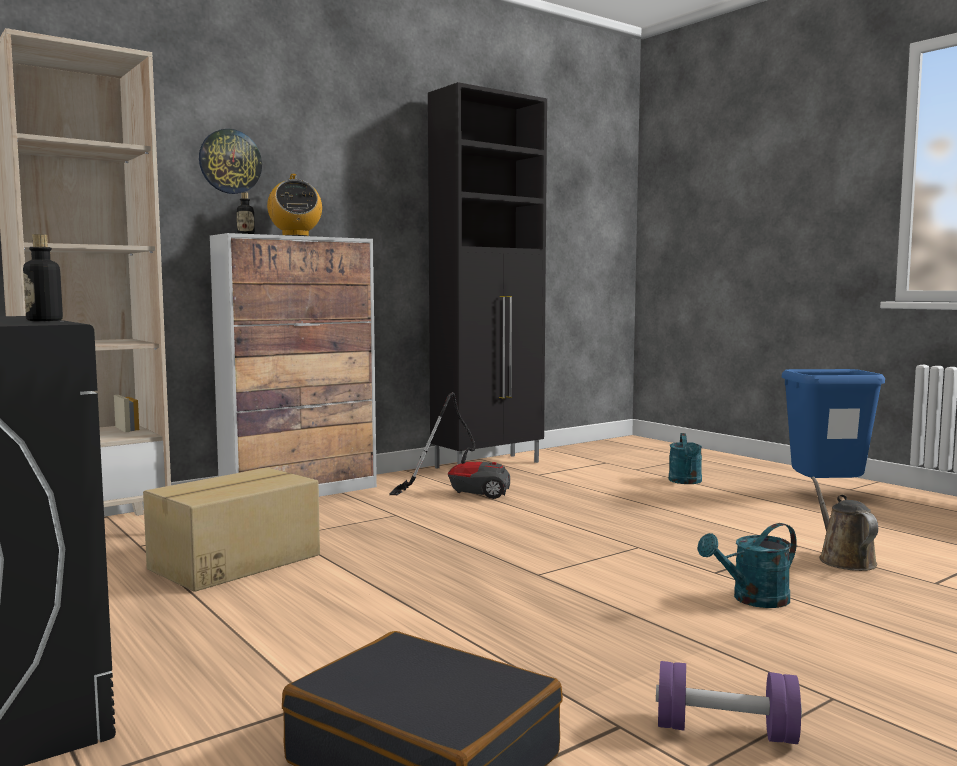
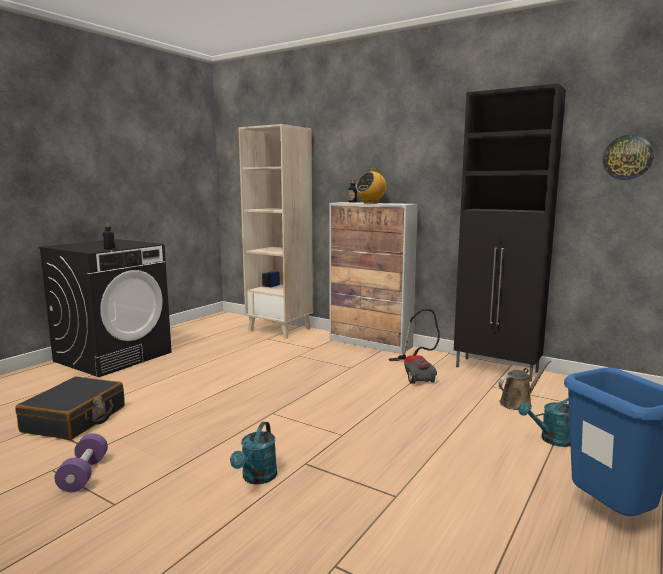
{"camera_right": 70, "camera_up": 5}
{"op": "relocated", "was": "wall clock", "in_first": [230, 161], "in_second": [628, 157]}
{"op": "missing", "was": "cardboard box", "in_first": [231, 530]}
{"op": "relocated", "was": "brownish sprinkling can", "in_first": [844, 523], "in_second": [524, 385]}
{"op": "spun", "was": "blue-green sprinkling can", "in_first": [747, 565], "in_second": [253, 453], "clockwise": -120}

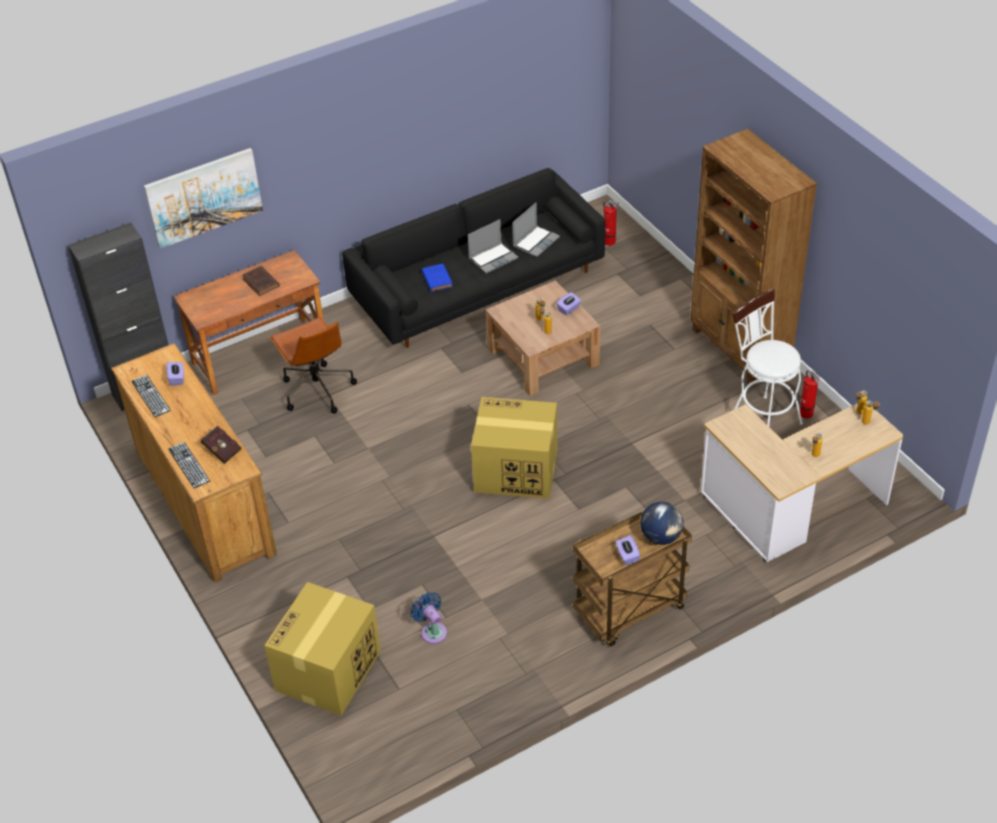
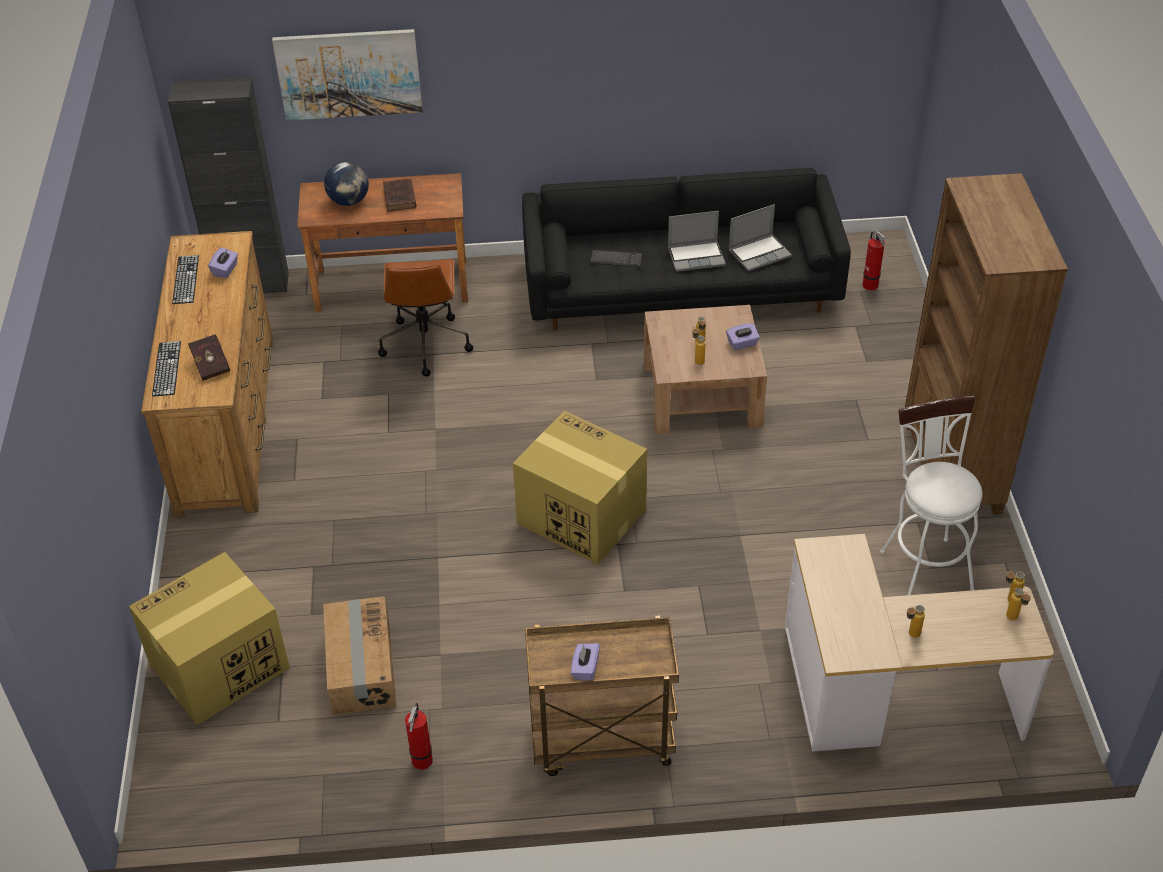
{"camera_right": 25, "camera_up": 0}
{"op": "exchanged", "was": "bluish book", "now": "PC keyboard", "in_first": [437, 278], "in_second": [616, 258]}
{"op": "relocated", "was": "fire extinguisher", "in_first": [809, 394], "in_second": [419, 736]}
{"op": "relocated", "was": "globe", "in_first": [662, 523], "in_second": [346, 183]}
{"op": "exchanged", "was": "bluish fan", "now": "cardboard box", "in_first": [428, 618], "in_second": [359, 655]}

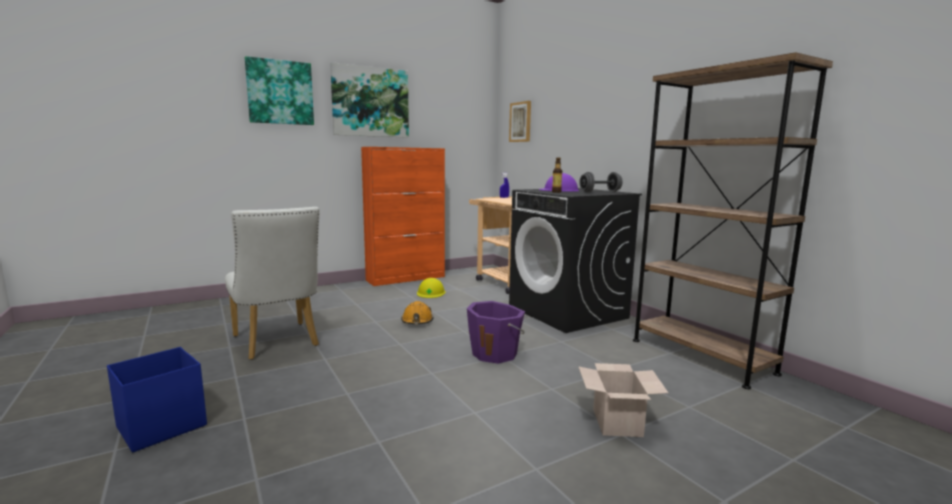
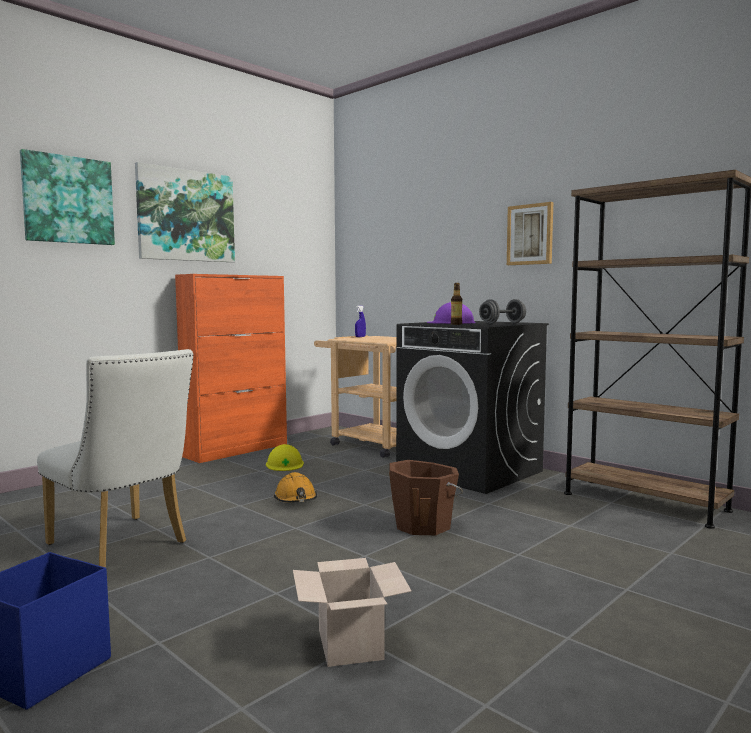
{"camera_right": -15, "camera_up": -5}
{"op": "relocated", "was": "wall picture", "in_first": [520, 121], "in_second": [530, 233]}
{"op": "colour", "was": "purple-coloured water bucket", "now": "brownish water bucket", "in_first": [496, 332], "in_second": [426, 497]}
{"op": "relocated", "was": "cardboard box", "in_first": [623, 400], "in_second": [352, 612]}

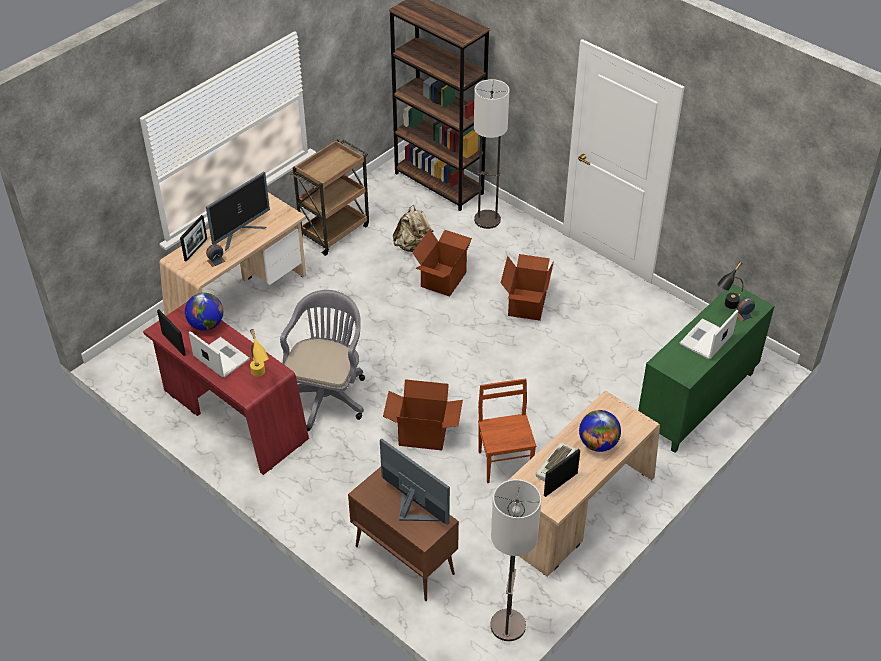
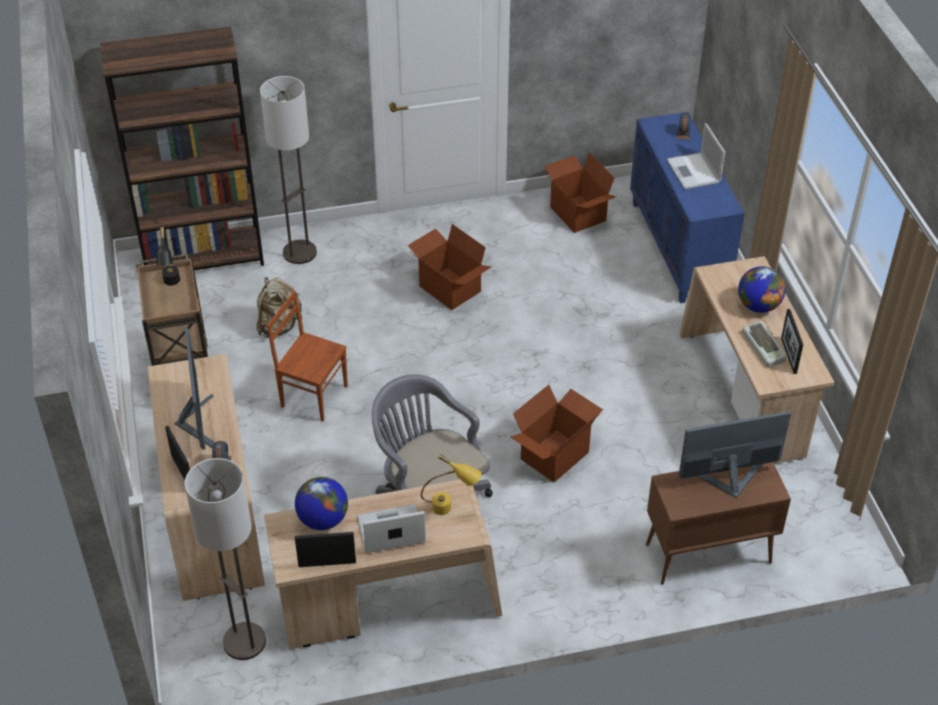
{"camera_right": -55, "camera_up": 0}
{"op": "relocated", "was": "cardboard box", "in_first": [442, 263], "in_second": [580, 193]}
{"op": "relocated", "was": "black-coloured lamp for a table", "in_first": [730, 285], "in_second": [168, 256]}
{"op": "colour", "was": "green-coloured cabinet", "now": "bluish cabinet", "in_first": [706, 368], "in_second": [687, 207]}
{"op": "colour", "was": "red-coloured desk", "now": "beige-coloured desk", "in_first": [226, 388], "in_second": [383, 564]}
{"op": "relocated", "was": "brownish chair", "in_first": [507, 430], "in_second": [307, 356]}
{"op": "relocated", "was": "floor lamp", "in_first": [515, 560], "in_second": [225, 559]}

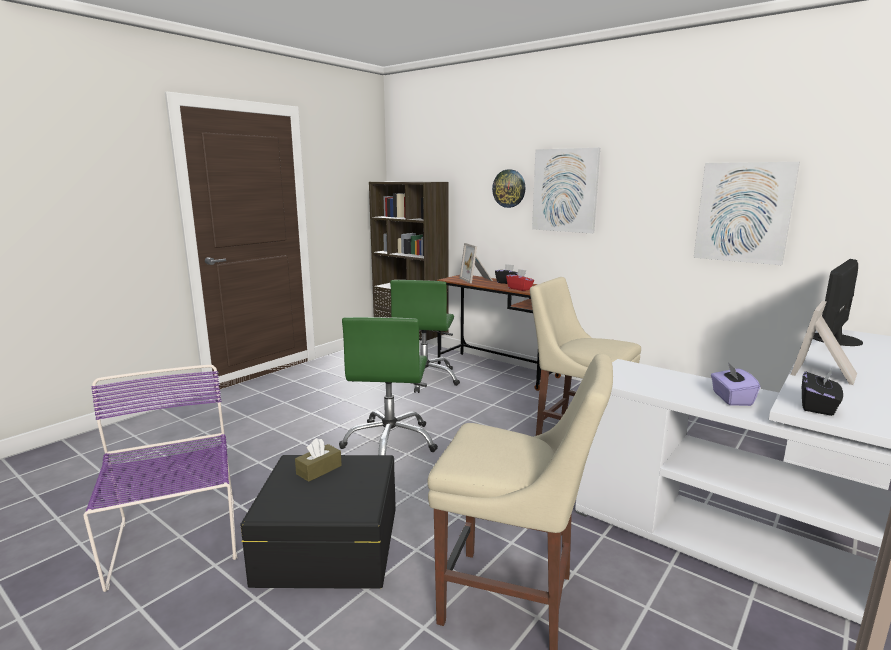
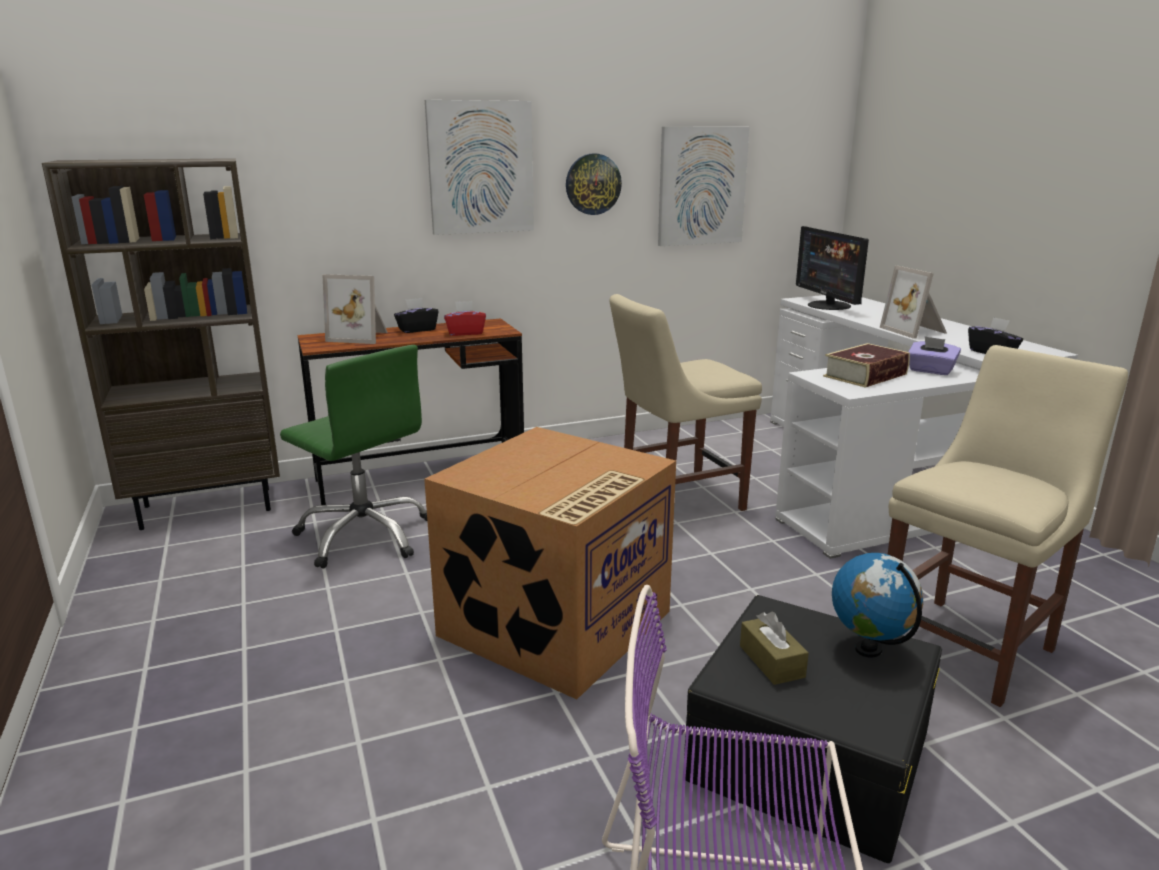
{"camera_right": -60, "camera_up": 5}
{"op": "relocated", "was": "wall clock", "in_first": [508, 188], "in_second": [594, 184]}
{"op": "exchanged", "was": "green-coloured computer chair", "now": "cardboard box", "in_first": [388, 386], "in_second": [550, 563]}
{"op": "appeared", "now": "book", "in_second": [866, 365]}
{"op": "appeared", "now": "globe", "in_second": [877, 605]}

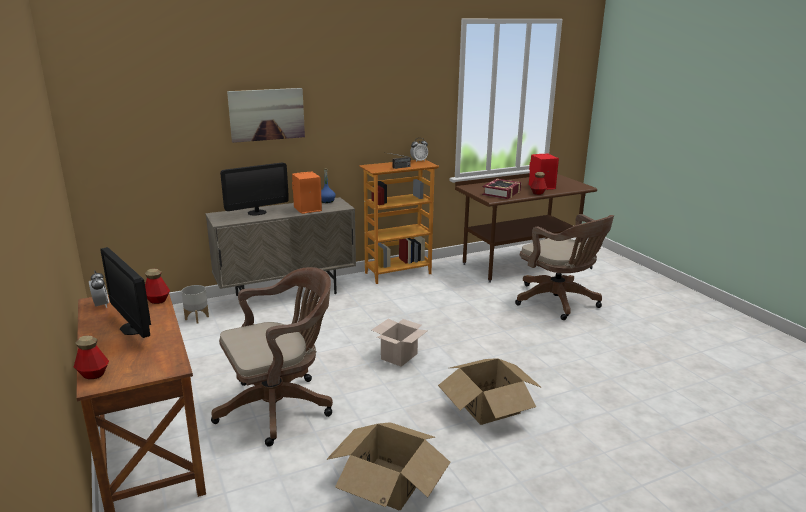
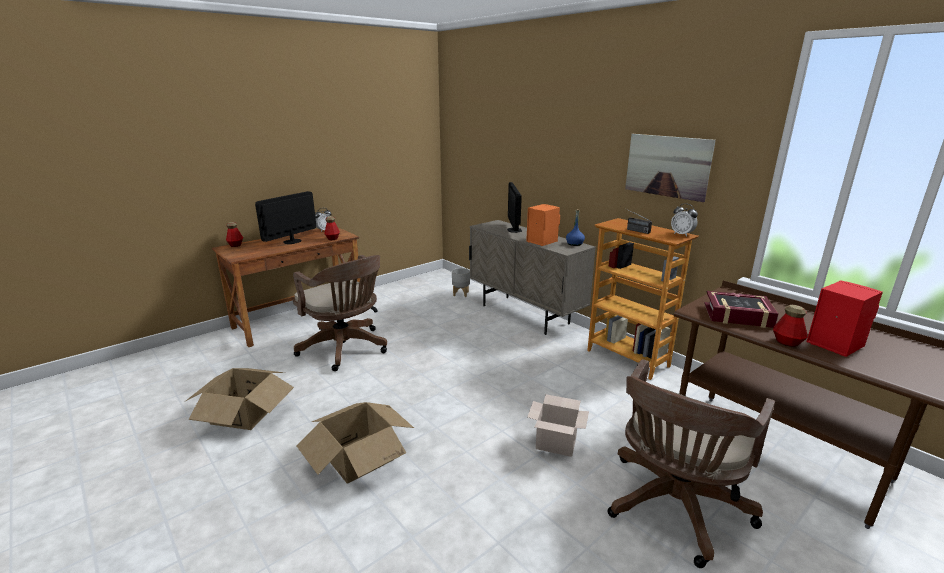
{"camera_right": 75, "camera_up": 0}
{"op": "relocated", "was": "wall picture", "in_first": [266, 115], "in_second": [670, 168]}
{"op": "spun", "was": "computer display", "in_first": [254, 189], "in_second": [514, 207], "clockwise": 45}
{"op": "relocated", "was": "cardboard box", "in_first": [399, 343], "in_second": [558, 425]}

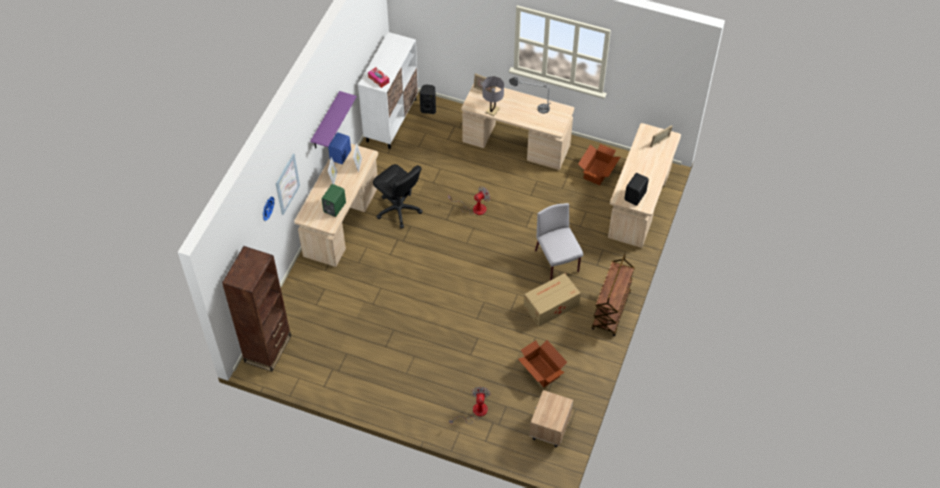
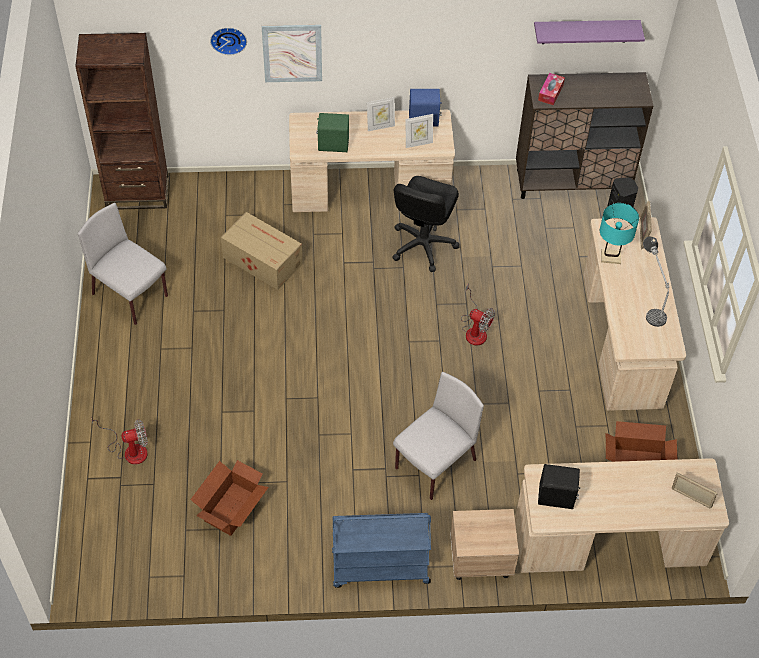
{"camera_right": 65, "camera_up": 0}
{"op": "colour", "was": "whitish cabinet", "now": "brownish cabinet", "in_first": [388, 90], "in_second": [584, 135]}
{"op": "colour", "was": "gray lamp for a table", "now": "blue-green lamp for a table", "in_first": [493, 96], "in_second": [619, 233]}
{"op": "relocated", "was": "purple-coloured wall shelf", "in_first": [333, 119], "in_second": [589, 32]}
{"op": "colour", "was": "brownish wheeled cart", "now": "bluish wheeled cart", "in_first": [613, 295], "in_second": [381, 550]}
{"op": "relocated", "was": "cardboard box", "in_first": [552, 300], "in_second": [262, 251]}
{"op": "relocated", "was": "beige-coloured bedside table", "in_first": [551, 418], "in_second": [484, 544]}
{"op": "appeared", "now": "gray chair", "in_second": [123, 264]}

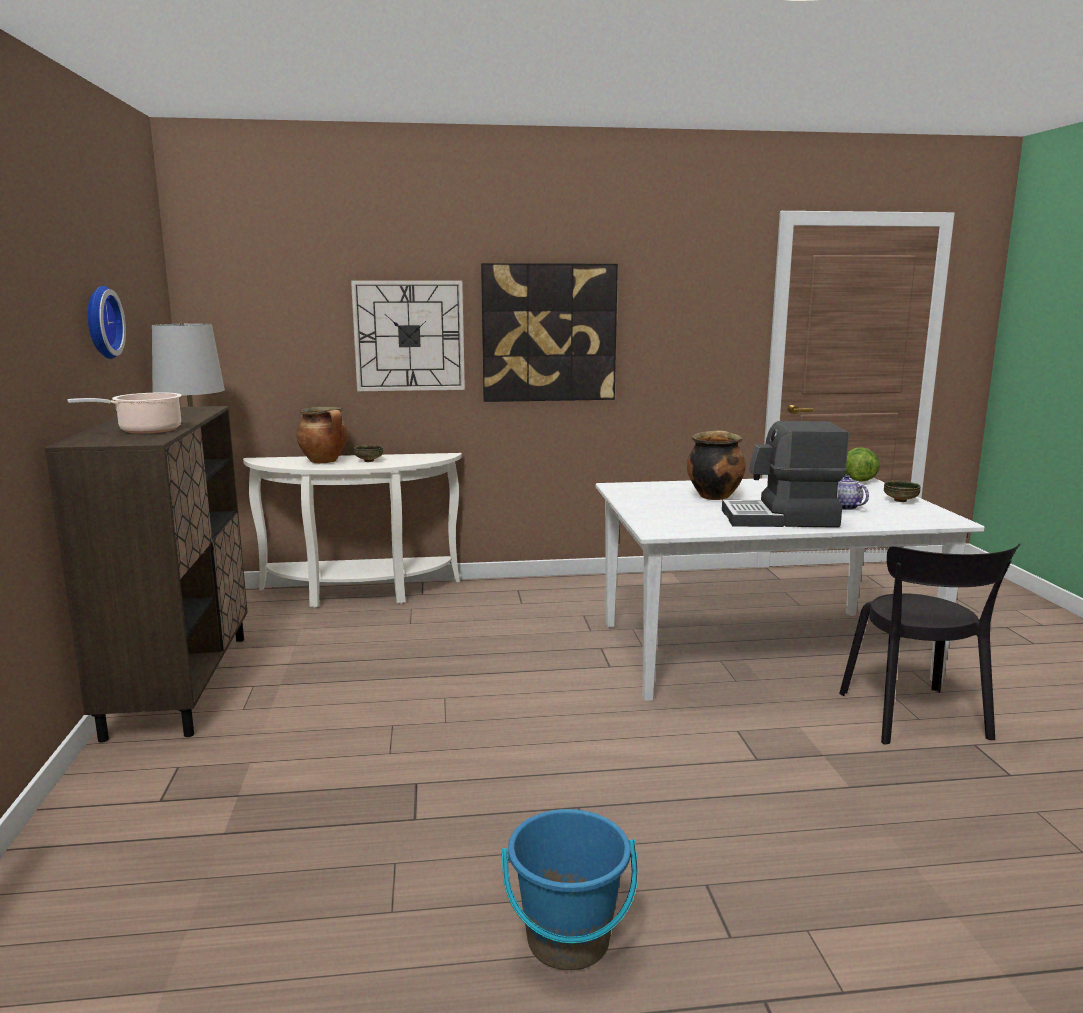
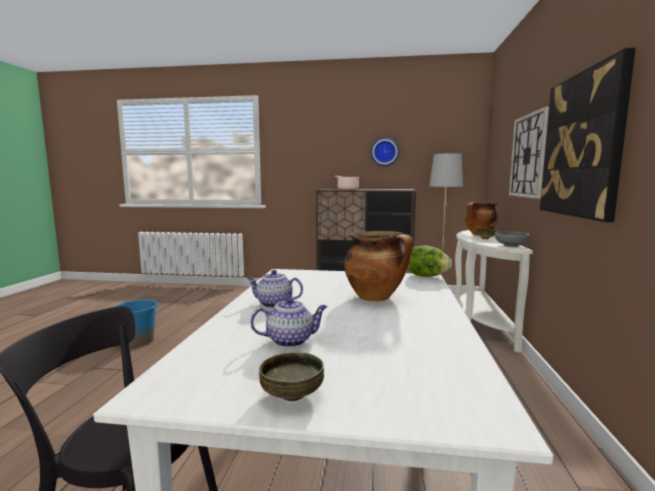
{"camera_right": 105, "camera_up": -5}
{"op": "exchanged", "was": "coffee machine", "now": "tea pot", "in_first": [785, 474], "in_second": [275, 289]}
{"op": "relocated", "was": "head of lettuce", "in_first": [863, 464], "in_second": [430, 261]}
{"op": "appeared", "now": "gray deep dish", "in_second": [512, 239]}

